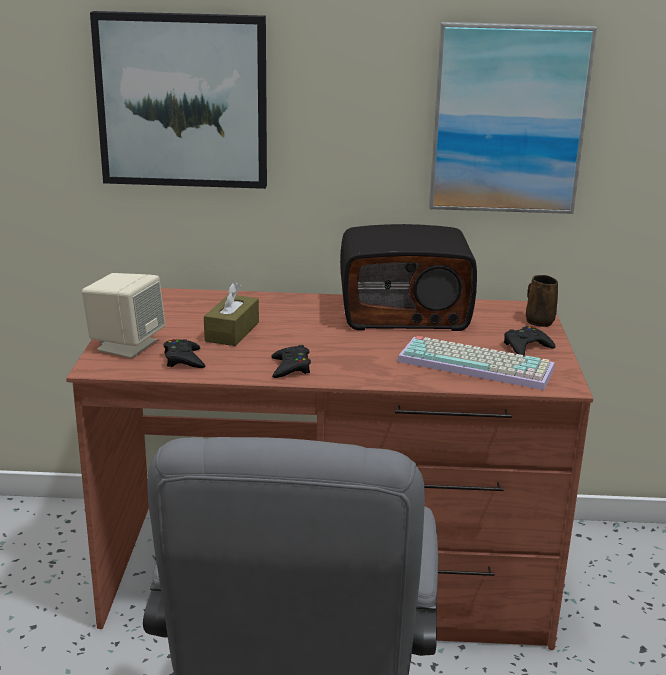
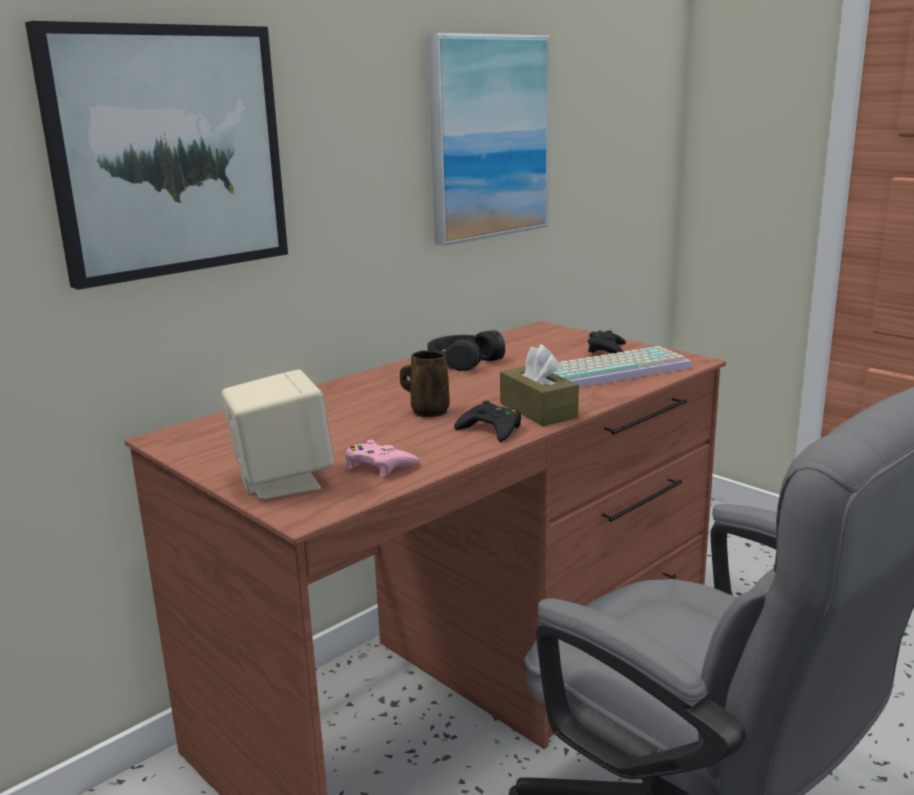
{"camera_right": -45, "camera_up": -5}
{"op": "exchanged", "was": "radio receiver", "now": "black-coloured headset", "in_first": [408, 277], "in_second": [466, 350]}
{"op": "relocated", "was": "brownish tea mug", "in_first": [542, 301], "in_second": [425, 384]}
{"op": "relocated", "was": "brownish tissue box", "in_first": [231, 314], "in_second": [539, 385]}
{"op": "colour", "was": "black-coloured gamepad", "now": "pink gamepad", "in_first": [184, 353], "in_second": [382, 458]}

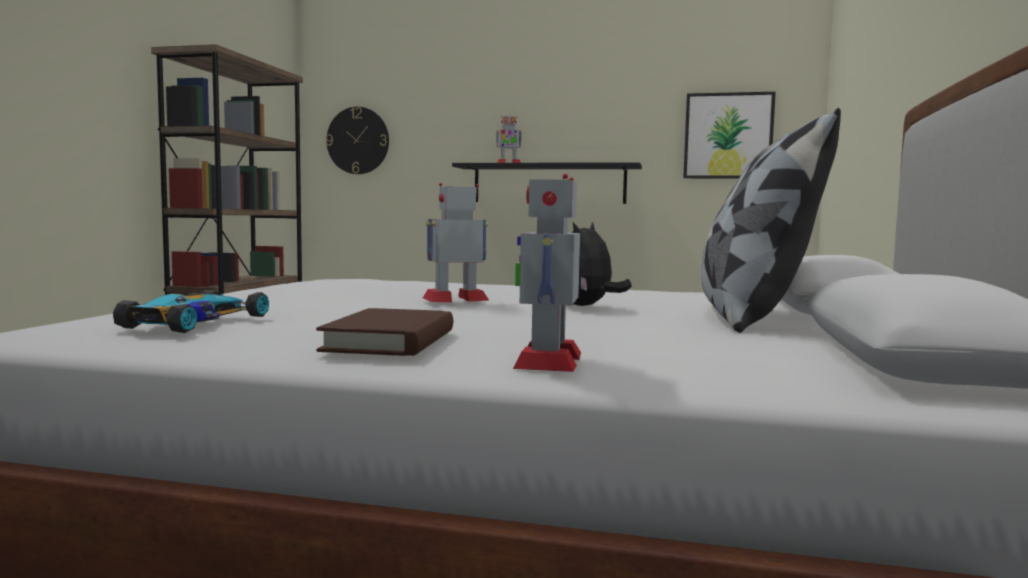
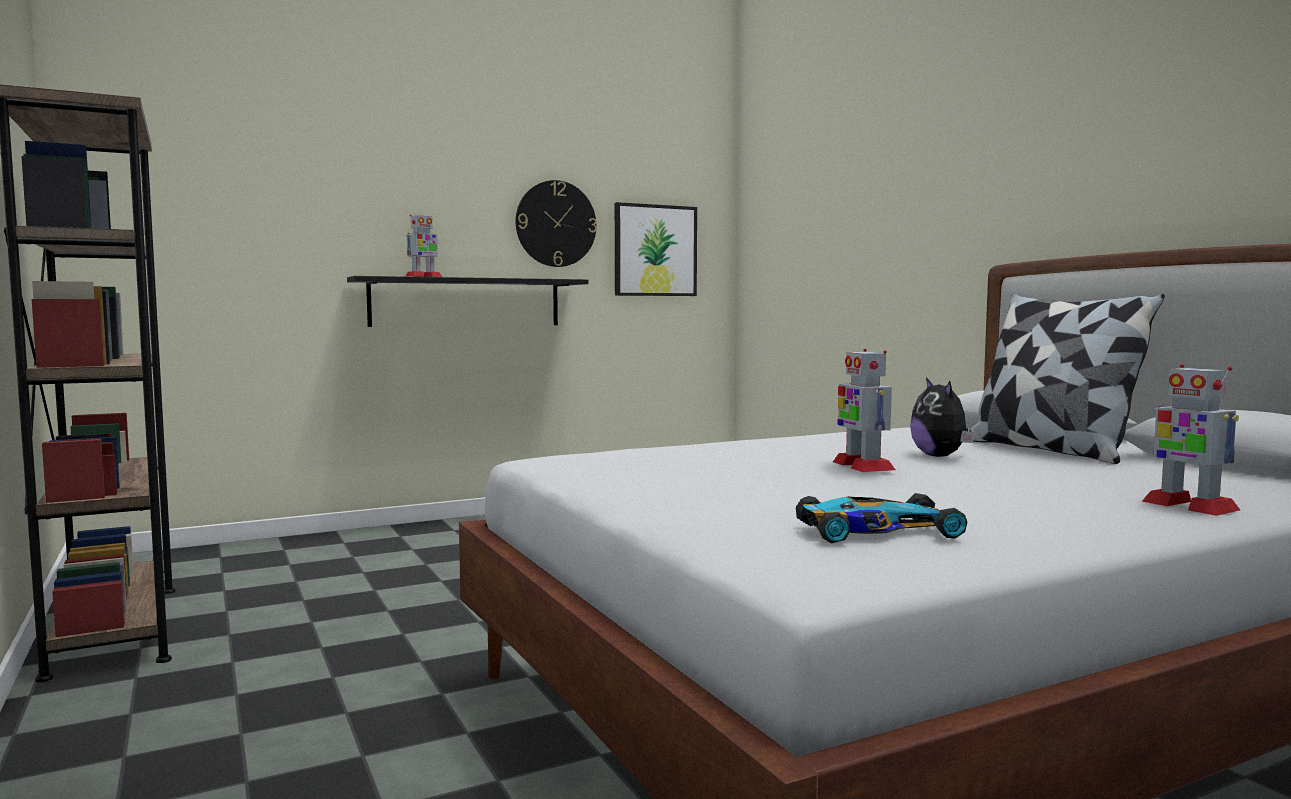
{"camera_right": -40, "camera_up": 0}
{"op": "relocated", "was": "wall clock", "in_first": [357, 140], "in_second": [556, 223]}
{"op": "spun", "was": "model robot", "in_first": [456, 242], "in_second": [864, 410], "clockwise": -45}
{"op": "spun", "was": "model car", "in_first": [191, 311], "in_second": [882, 518], "clockwise": 105}
{"op": "missing", "was": "brownish book", "in_first": [384, 332]}

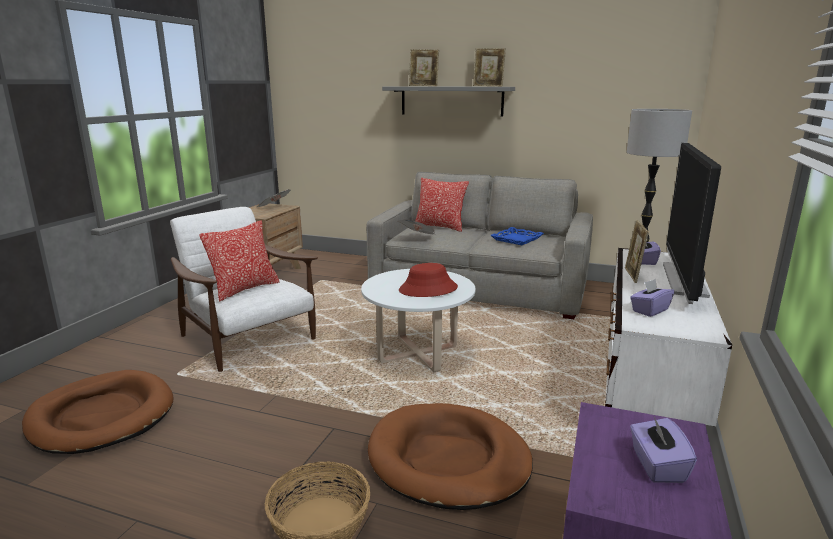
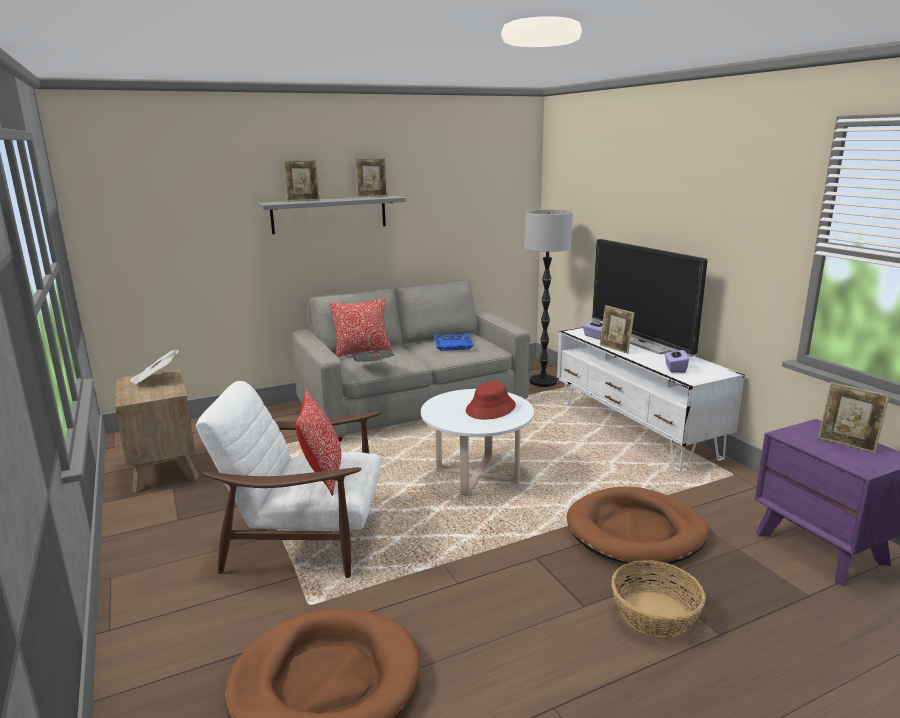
{"camera_right": -45, "camera_up": 0}
{"op": "exchanged", "was": "purple-coloured tissue box", "now": "photo frame", "in_first": [663, 450], "in_second": [854, 417]}

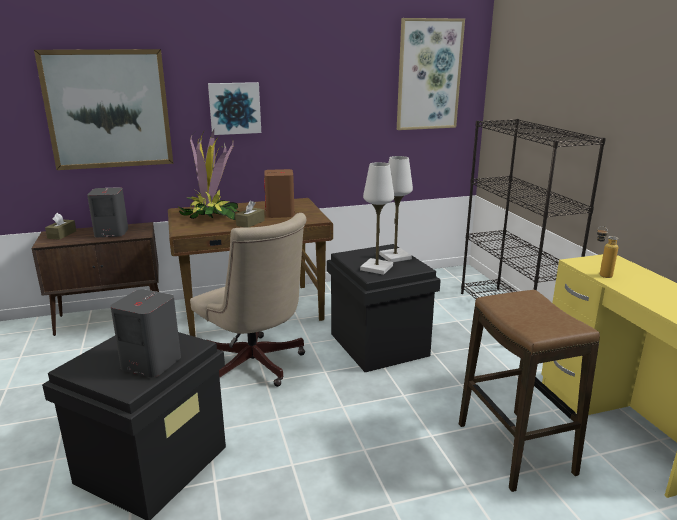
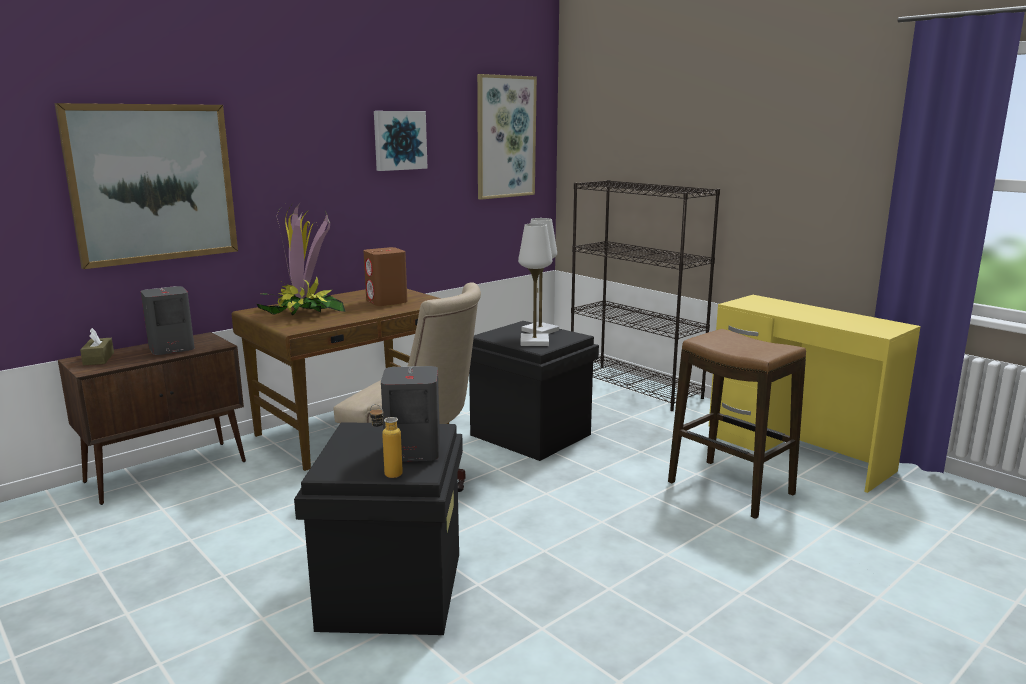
{"camera_right": -25, "camera_up": -5}
{"op": "relocated", "was": "wall picture", "in_first": [234, 108], "in_second": [401, 141]}
{"op": "missing", "was": "brownish tissue box", "in_first": [250, 214]}
{"op": "relocated", "was": "beverage bottle", "in_first": [607, 252], "in_second": [386, 441]}

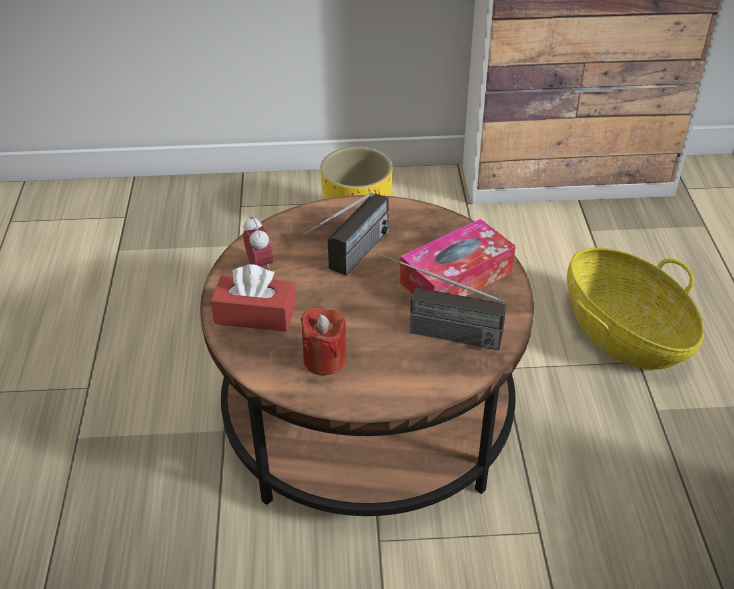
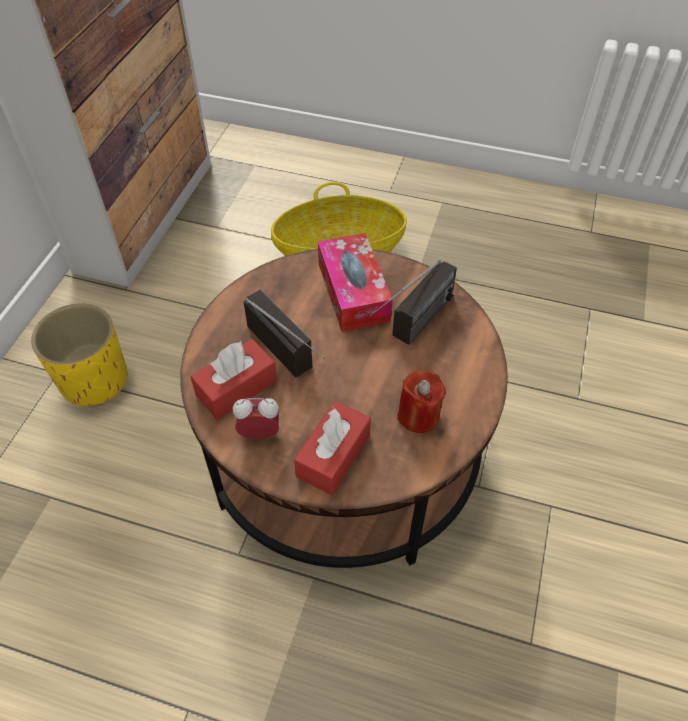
{"camera_right": -70, "camera_up": 10}
{"op": "appeared", "now": "red-coloured tissue box", "in_second": [233, 379]}

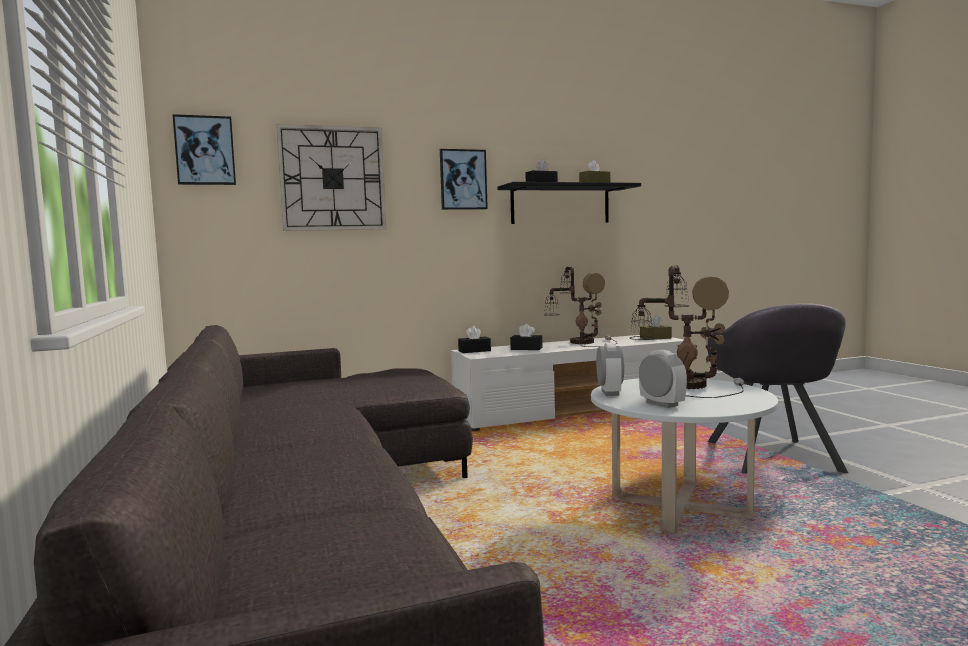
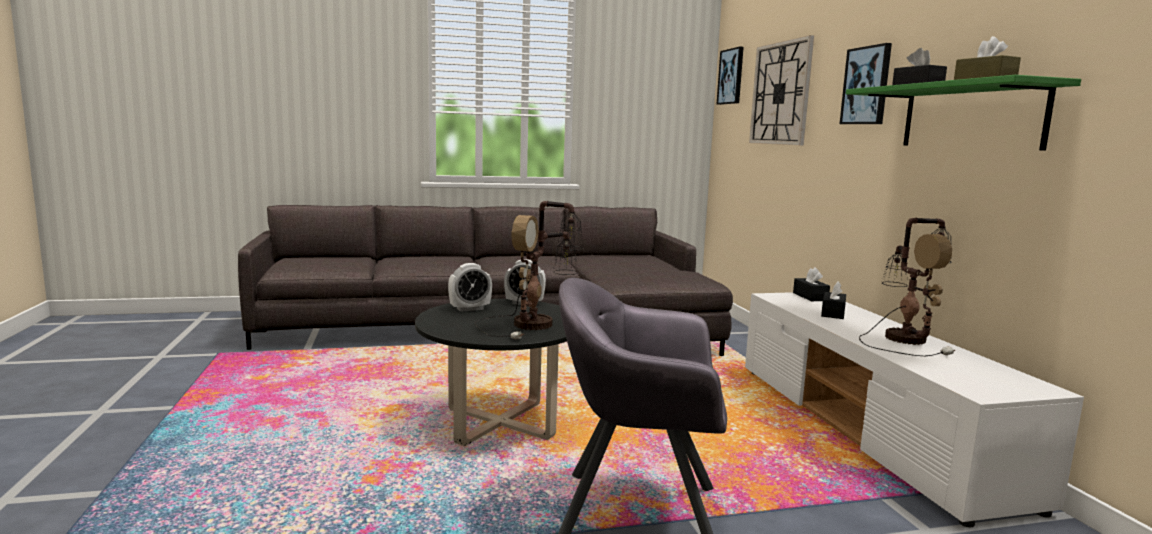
{"camera_right": 95, "camera_up": 5}
{"op": "colour", "was": "black-coloured wall shelf", "now": "green-coloured wall shelf", "in_first": [569, 203], "in_second": [963, 113]}
{"op": "missing", "was": "brownish tissue box", "in_first": [656, 327]}
{"op": "colour", "was": "whitish lounge table", "now": "black-coloured lounge table", "in_first": [684, 456], "in_second": [491, 372]}

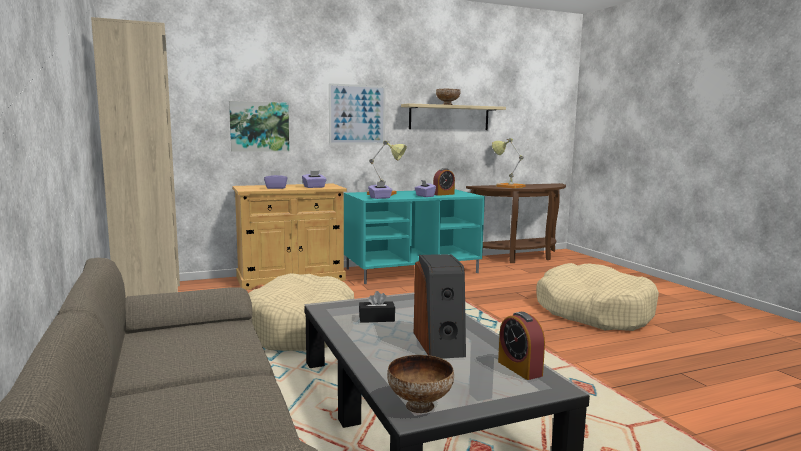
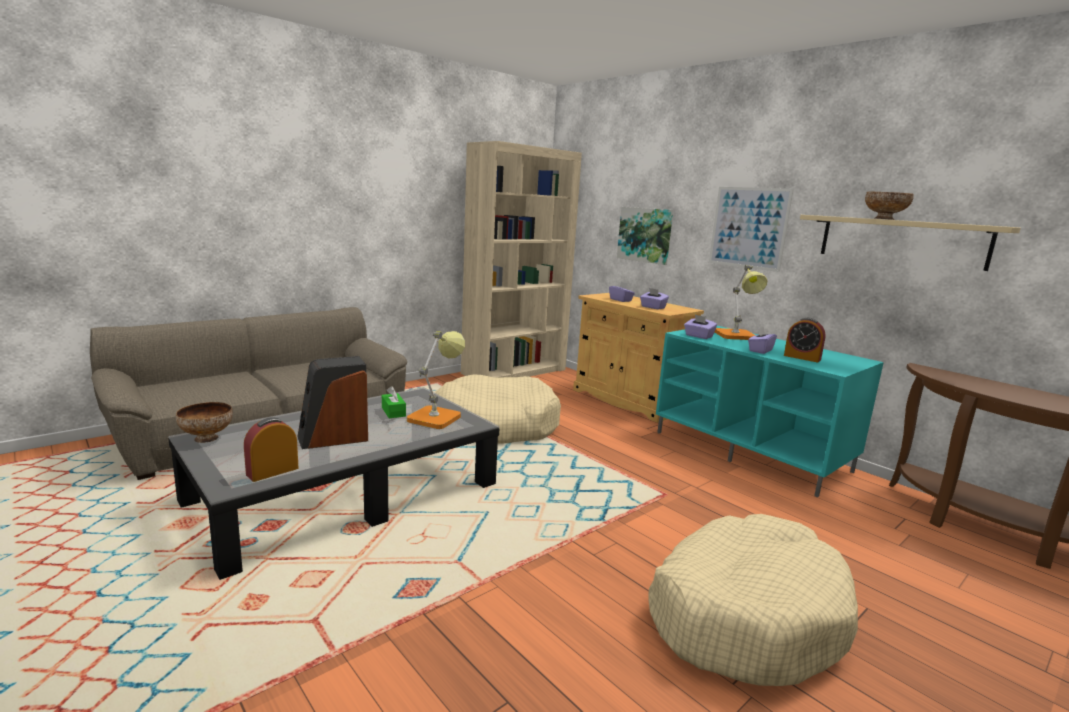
{"camera_right": 70, "camera_up": 5}
{"op": "relocated", "was": "lamp for a table", "in_first": [508, 163], "in_second": [436, 380]}
{"op": "colour", "was": "black-coloured tissue box", "now": "green-coloured tissue box", "in_first": [377, 307], "in_second": [394, 402]}

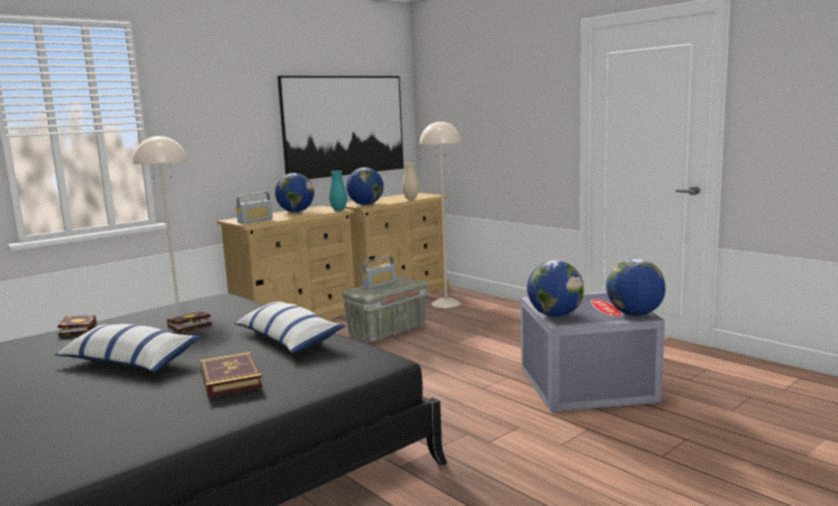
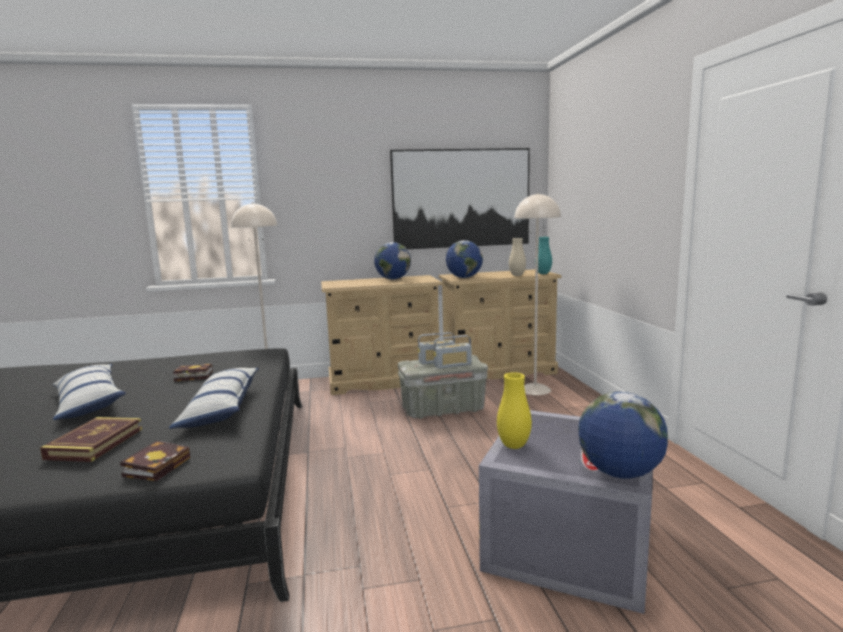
{"camera_right": 30, "camera_up": 0}
{"op": "relocated", "was": "blue-green decorative vase", "in_first": [338, 191], "in_second": [543, 255]}
{"op": "relocated", "was": "radio receiver", "in_first": [254, 208], "in_second": [453, 352]}
{"op": "exchanged", "was": "globe", "now": "yellowish decorative vase", "in_first": [555, 288], "in_second": [514, 410]}
{"op": "relocated", "was": "book", "in_first": [77, 325], "in_second": [155, 461]}

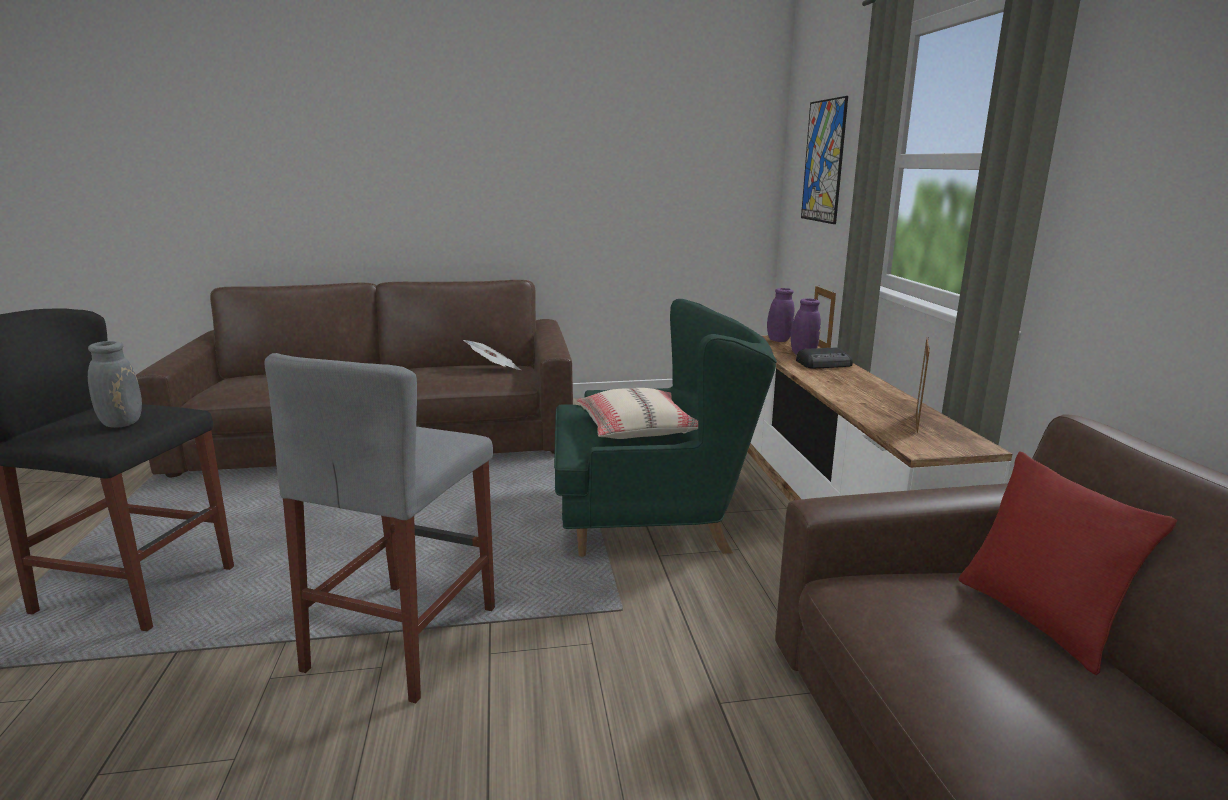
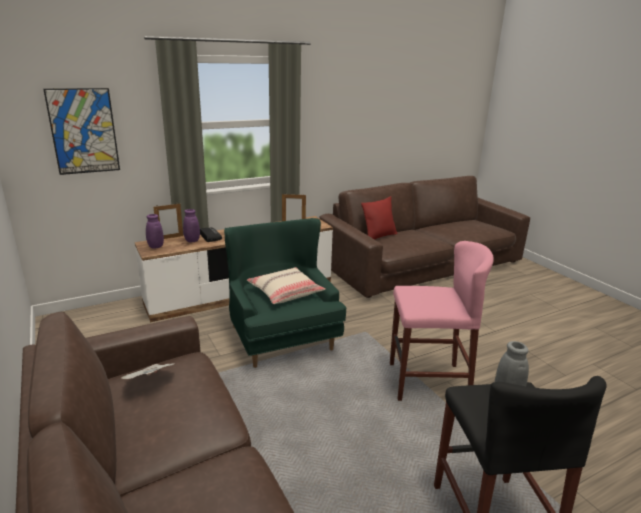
{"camera_right": -110, "camera_up": 5}
{"op": "colour", "was": "gray stool", "now": "pink stool", "in_first": [379, 528], "in_second": [442, 321]}

